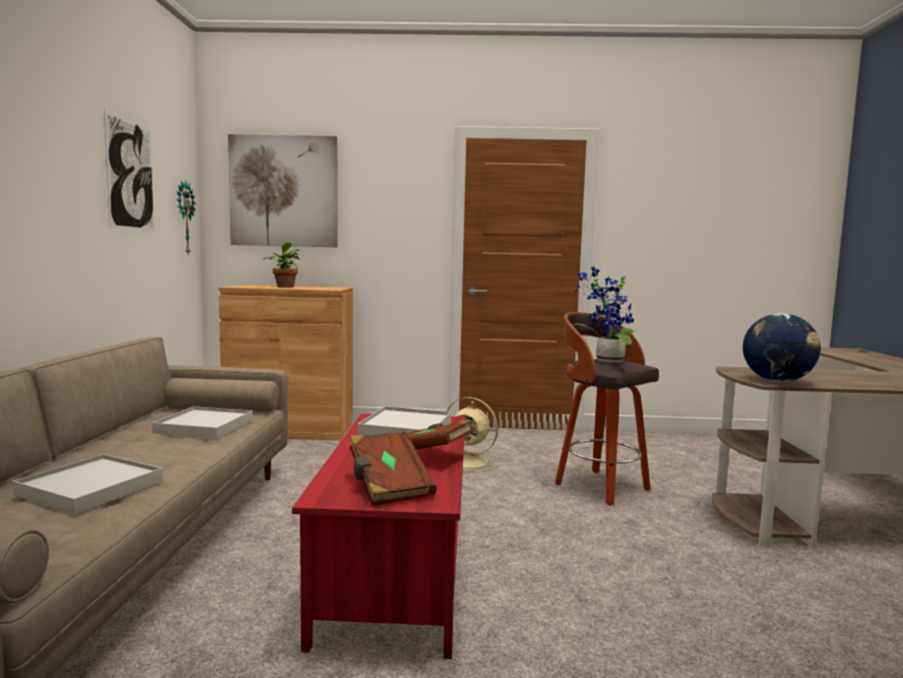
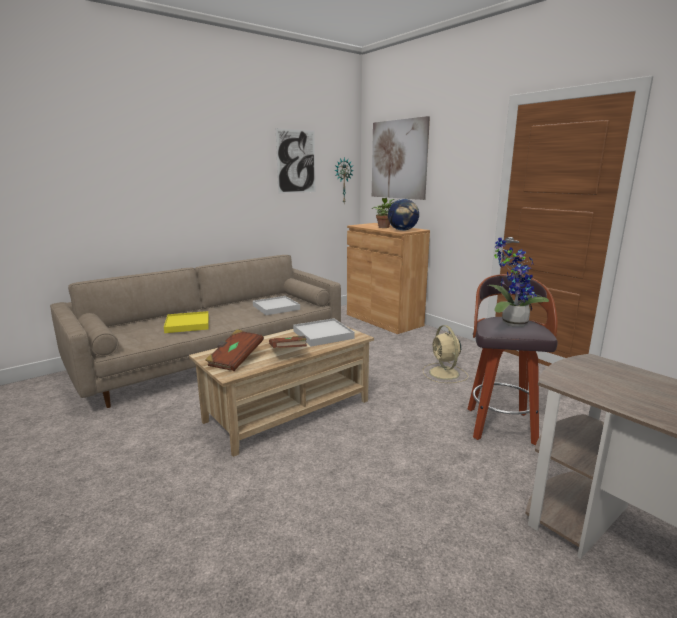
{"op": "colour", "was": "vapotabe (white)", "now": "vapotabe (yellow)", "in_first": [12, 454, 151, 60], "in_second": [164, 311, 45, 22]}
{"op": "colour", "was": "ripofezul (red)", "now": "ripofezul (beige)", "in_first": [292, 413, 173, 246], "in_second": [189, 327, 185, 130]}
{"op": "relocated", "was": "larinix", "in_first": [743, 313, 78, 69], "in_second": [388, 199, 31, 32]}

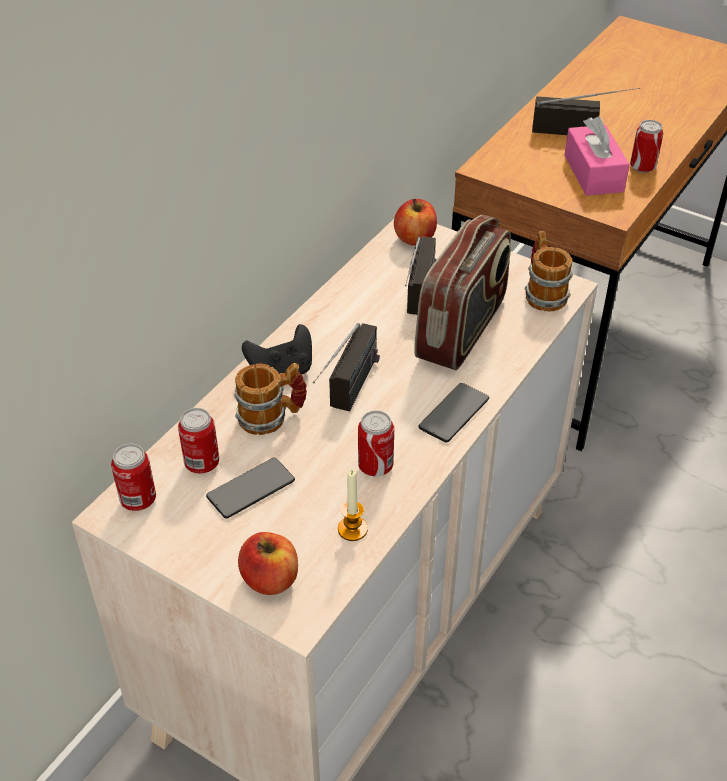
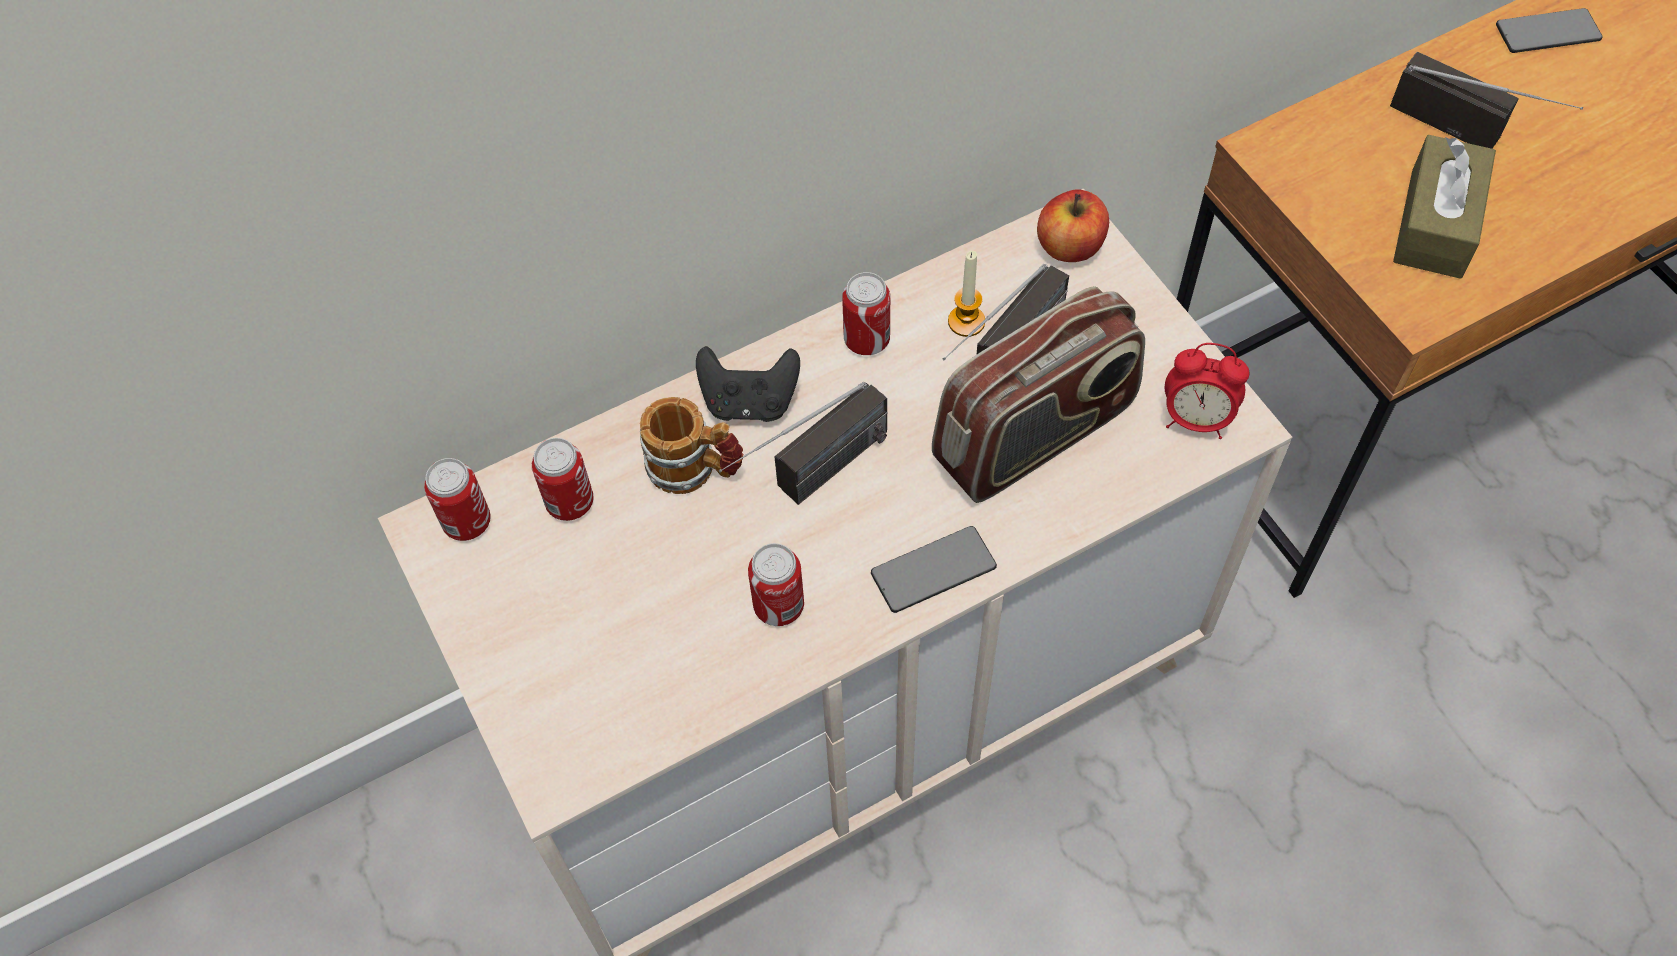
{"op": "relocated", "was": "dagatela", "in_first": [630, 120, 33, 53], "in_second": [842, 272, 48, 83]}
{"op": "relocated", "was": "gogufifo", "in_first": [338, 469, 30, 72], "in_second": [948, 251, 37, 86]}
{"op": "exchanged", "was": "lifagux", "now": "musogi", "in_first": [525, 231, 48, 81], "in_second": [1165, 343, 84, 96]}
{"op": "colour", "was": "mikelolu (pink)", "now": "mikelolu (brown)", "in_first": [564, 116, 66, 80], "in_second": [1393, 135, 103, 144]}
{"op": "relocated", "was": "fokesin", "in_first": [206, 458, 89, 61], "in_second": [1496, 8, 106, 45]}
{"op": "missing", "was": "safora", "in_first": [238, 532, 60, 63]}

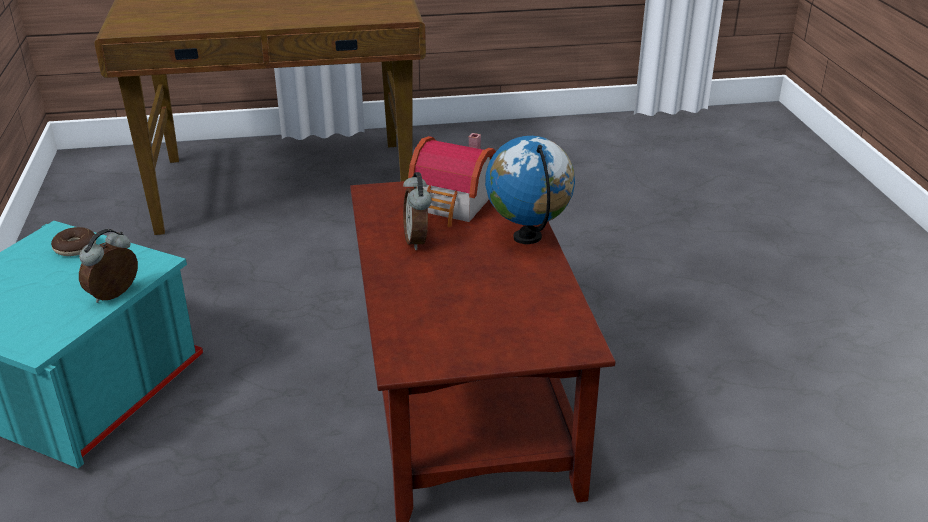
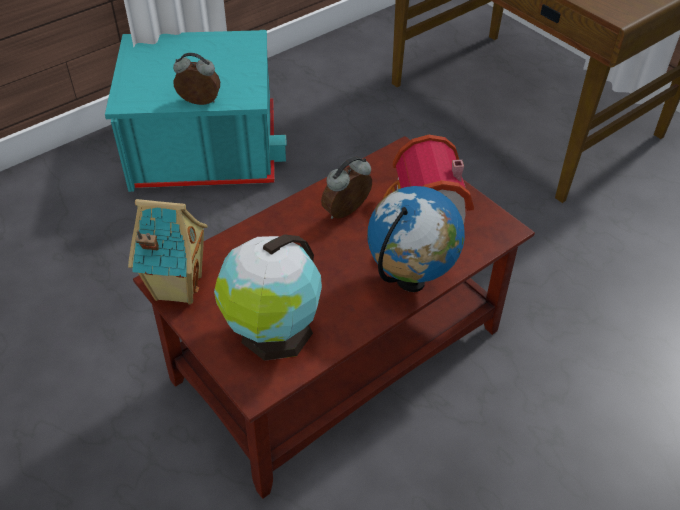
{"op": "appeared", "now": "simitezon", "in_second": [128, 199, 80, 105]}
{"op": "appeared", "now": "larinix", "in_second": [214, 234, 108, 127]}
{"op": "missing", "was": "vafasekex", "in_first": [51, 227, 45, 29]}

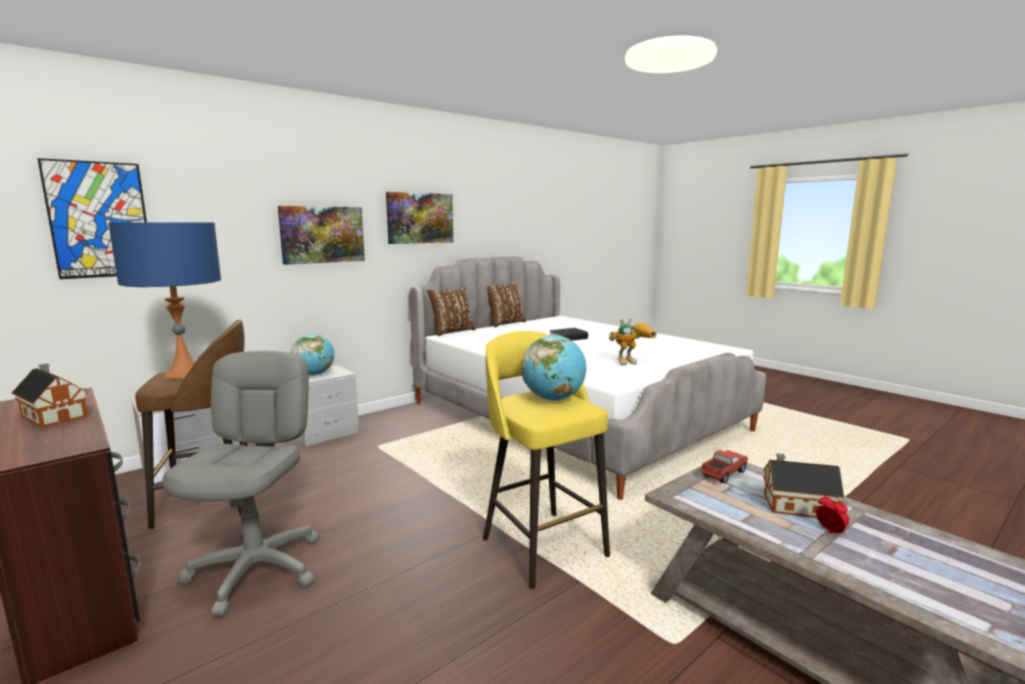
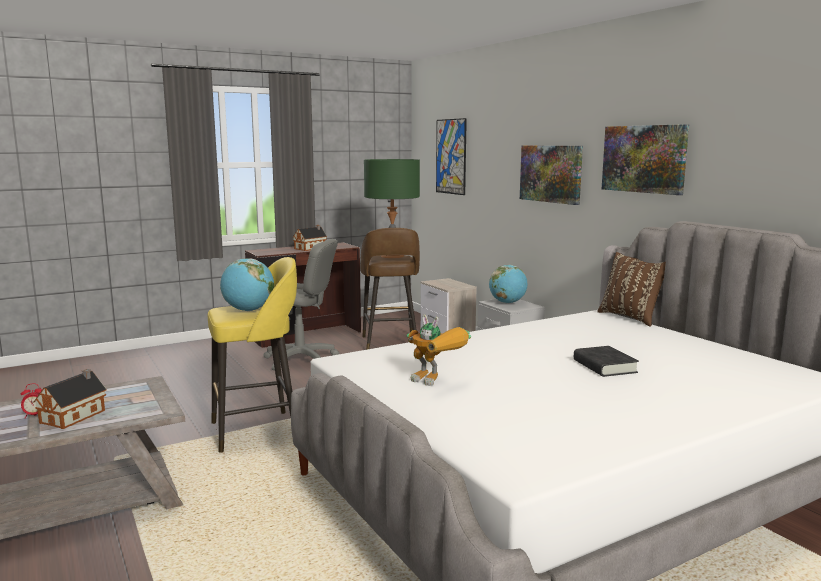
{"op": "colour", "was": "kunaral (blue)", "now": "kunaral (green)", "in_first": [108, 223, 113, 156], "in_second": [364, 159, 56, 99]}
{"op": "spun", "was": "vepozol", "in_first": [609, 318, 48, 48], "in_second": [407, 315, 64, 71], "clockwise": -45}
{"op": "missing", "was": "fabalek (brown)", "in_first": [487, 283, 39, 44]}
{"op": "missing", "was": "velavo", "in_first": [702, 450, 46, 33]}

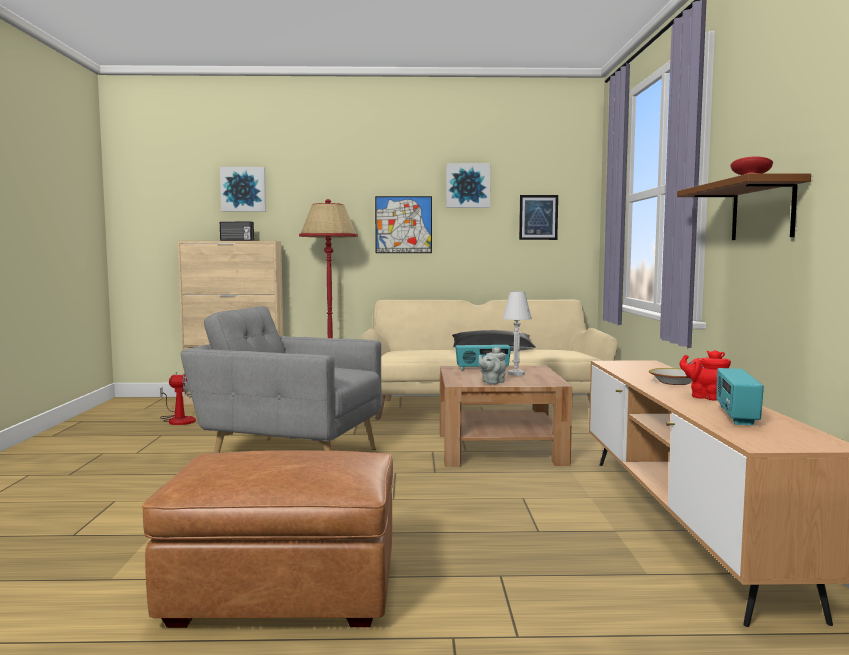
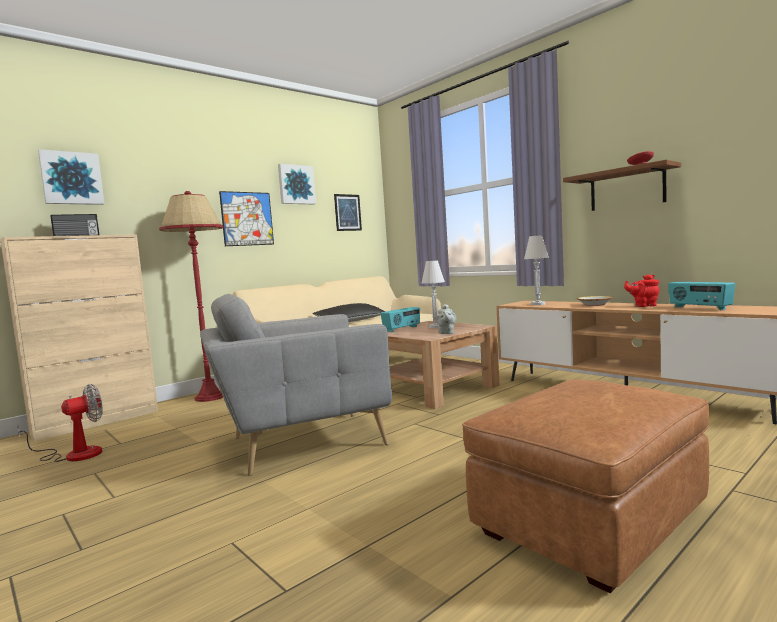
{"op": "appeared", "now": "kunaral (white)", "in_second": [524, 235, 25, 70]}

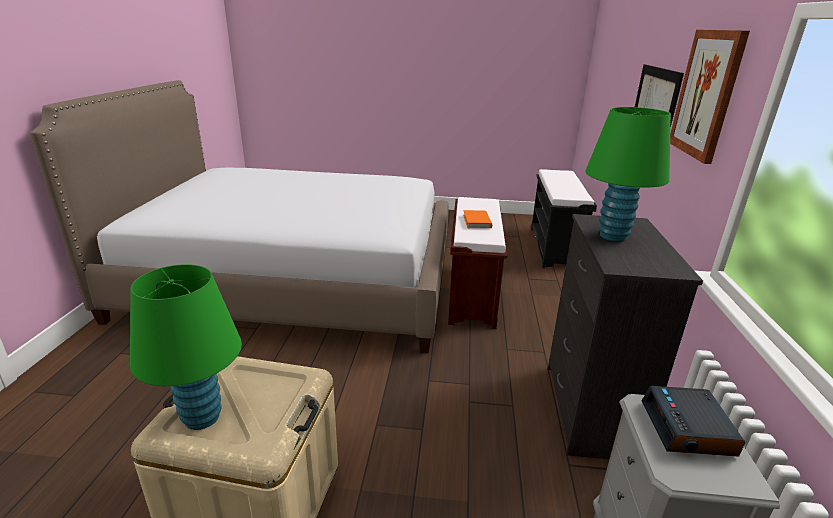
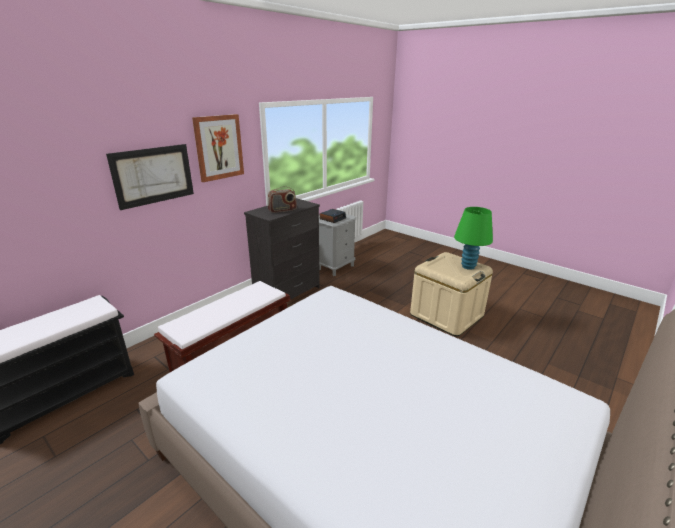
{"op": "exchanged", "was": "kunaral (green)", "now": "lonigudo", "in_first": [586, 107, 85, 135], "in_second": [267, 186, 30, 27]}
{"op": "missing", "was": "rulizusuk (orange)", "in_first": [463, 210, 29, 18]}

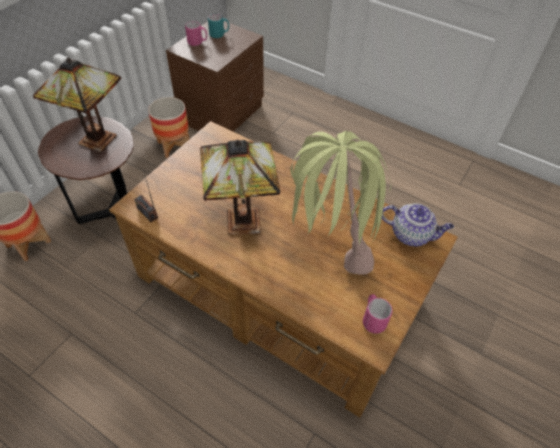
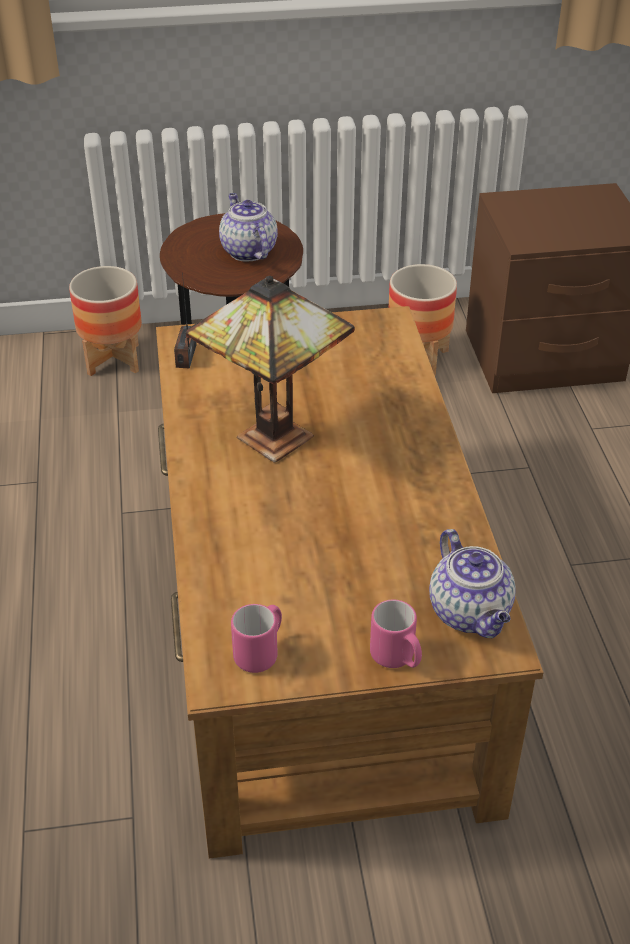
{"op": "exchanged", "was": "kunaral", "now": "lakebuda", "in_first": [33, 58, 88, 94], "in_second": [219, 193, 59, 68]}
{"op": "relocated", "was": "lifagux (pink)", "in_first": [185, 21, 22, 25], "in_second": [370, 600, 52, 68]}
{"op": "missing", "was": "lifagux (turquoise)", "in_first": [208, 14, 21, 24]}
{"op": "missing", "was": "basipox", "in_first": [290, 131, 101, 144]}

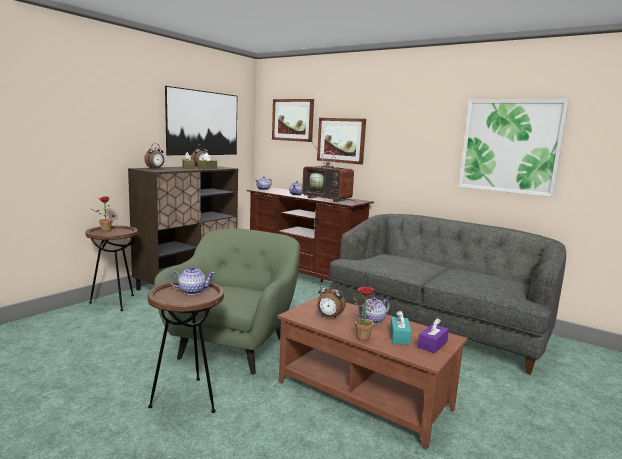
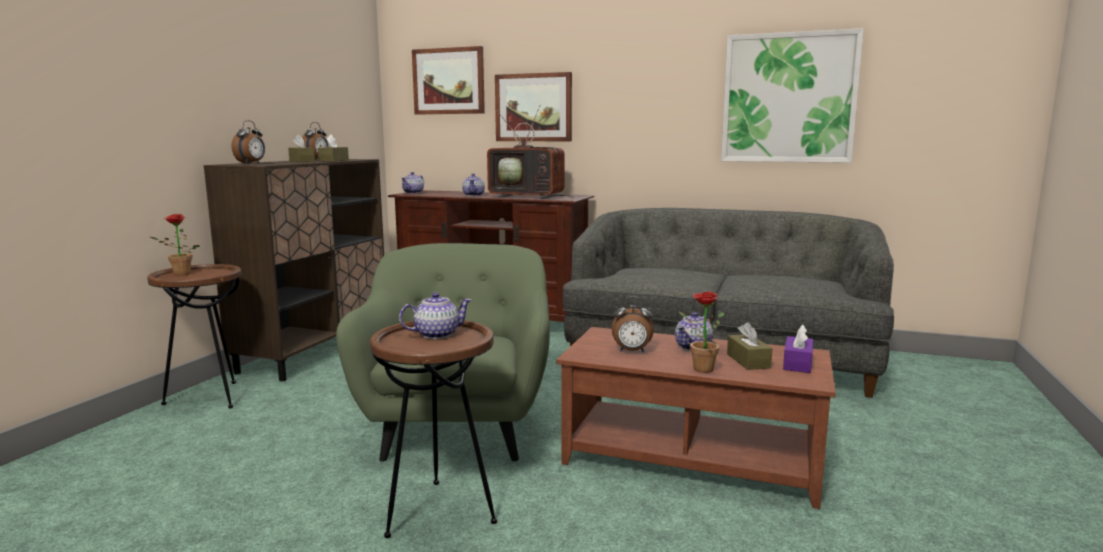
{"op": "colour", "was": "mikelolu (turquoise)", "now": "mikelolu (brown)", "in_first": [390, 310, 22, 35], "in_second": [727, 322, 45, 48]}
{"op": "missing", "was": "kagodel", "in_first": [165, 86, 72, 69]}

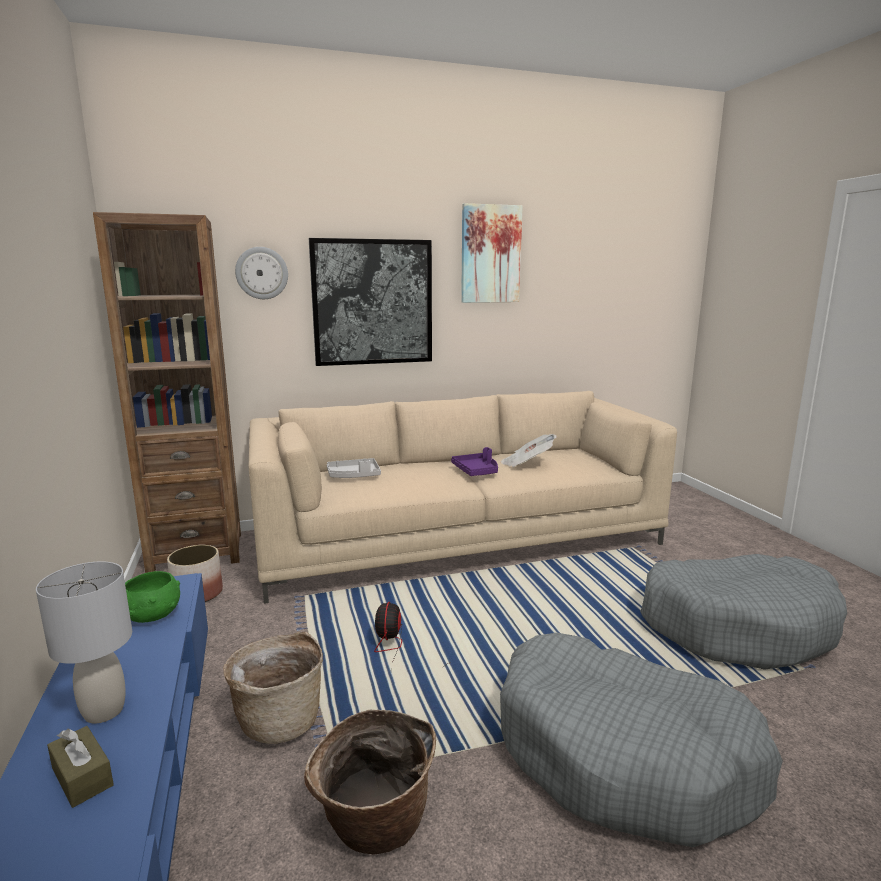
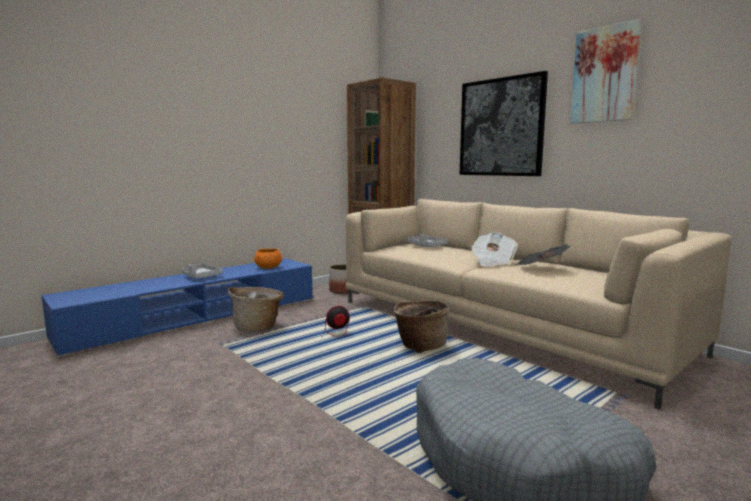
{"op": "exchanged", "was": "kunaral (grey)", "now": "vapotabe (grey)", "in_first": [36, 561, 96, 163], "in_second": [183, 264, 39, 14]}
{"op": "colour", "was": "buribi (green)", "now": "buribi (orange)", "in_first": [125, 571, 55, 52], "in_second": [254, 249, 28, 20]}
{"op": "relocated", "was": "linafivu", "in_first": [304, 709, 132, 146], "in_second": [393, 300, 57, 53]}
{"op": "exchanged", "was": "vapotabe (purple)", "now": "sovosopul", "in_first": [451, 447, 47, 29], "in_second": [471, 232, 47, 35]}
{"op": "missing", "was": "mikelolu (brown)", "in_first": [47, 726, 67, 82]}
{"op": "missing", "was": "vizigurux", "in_first": [235, 247, 53, 52]}
{"op": "missing", "was": "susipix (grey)", "in_first": [500, 633, 283, 214]}

